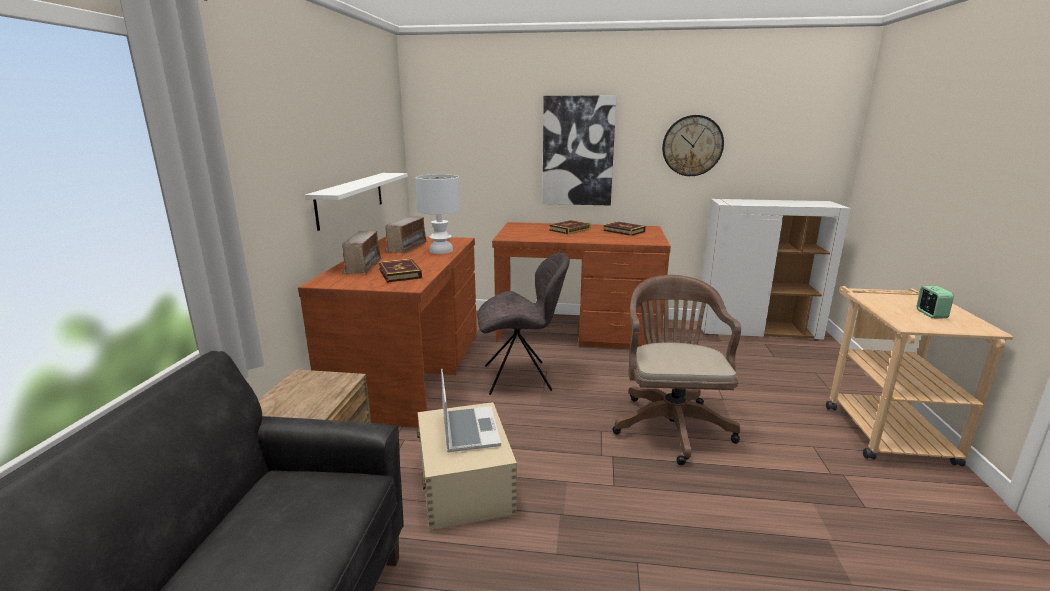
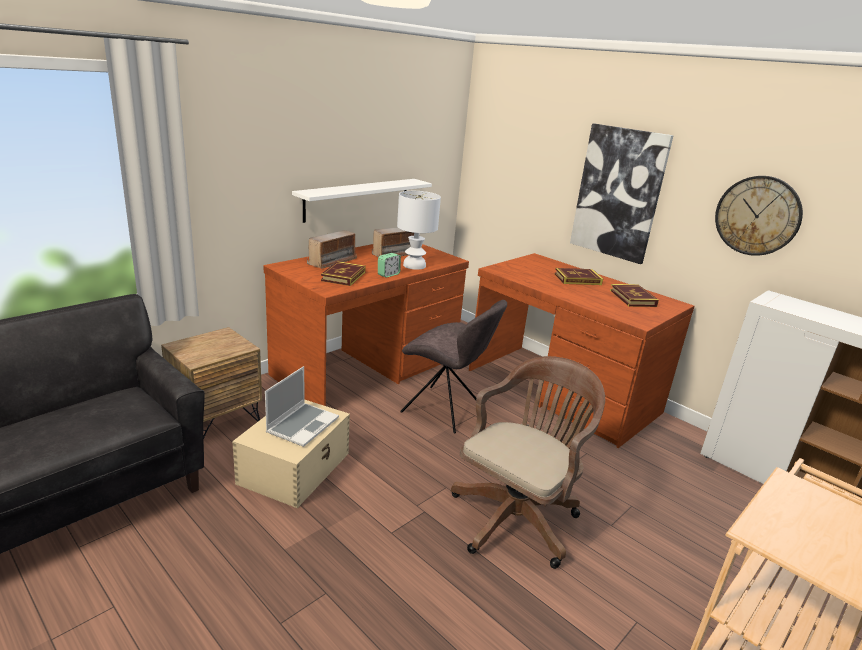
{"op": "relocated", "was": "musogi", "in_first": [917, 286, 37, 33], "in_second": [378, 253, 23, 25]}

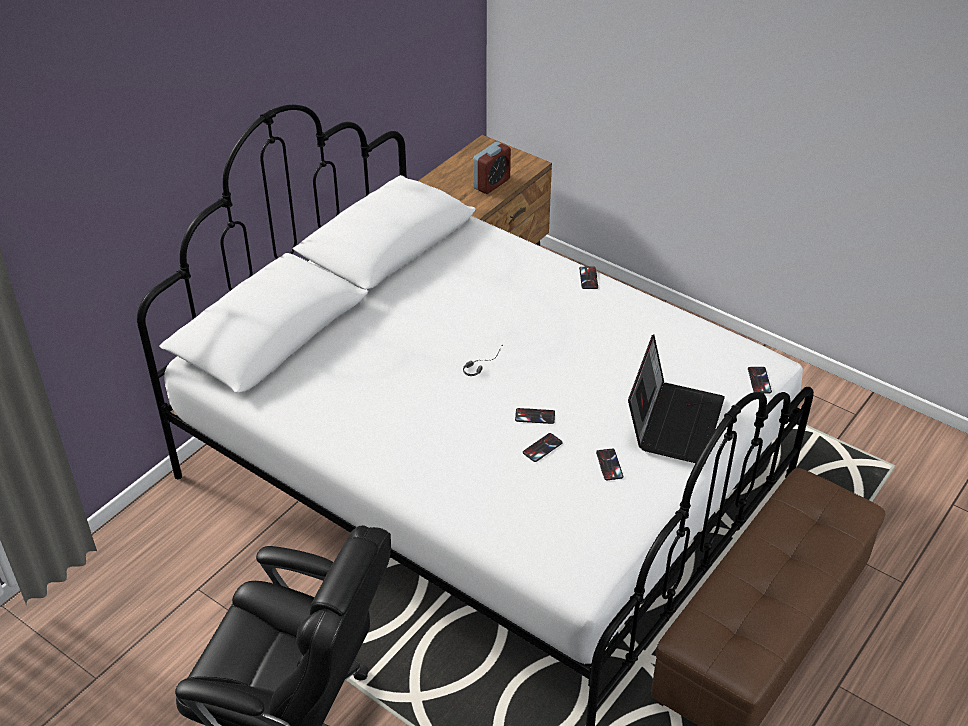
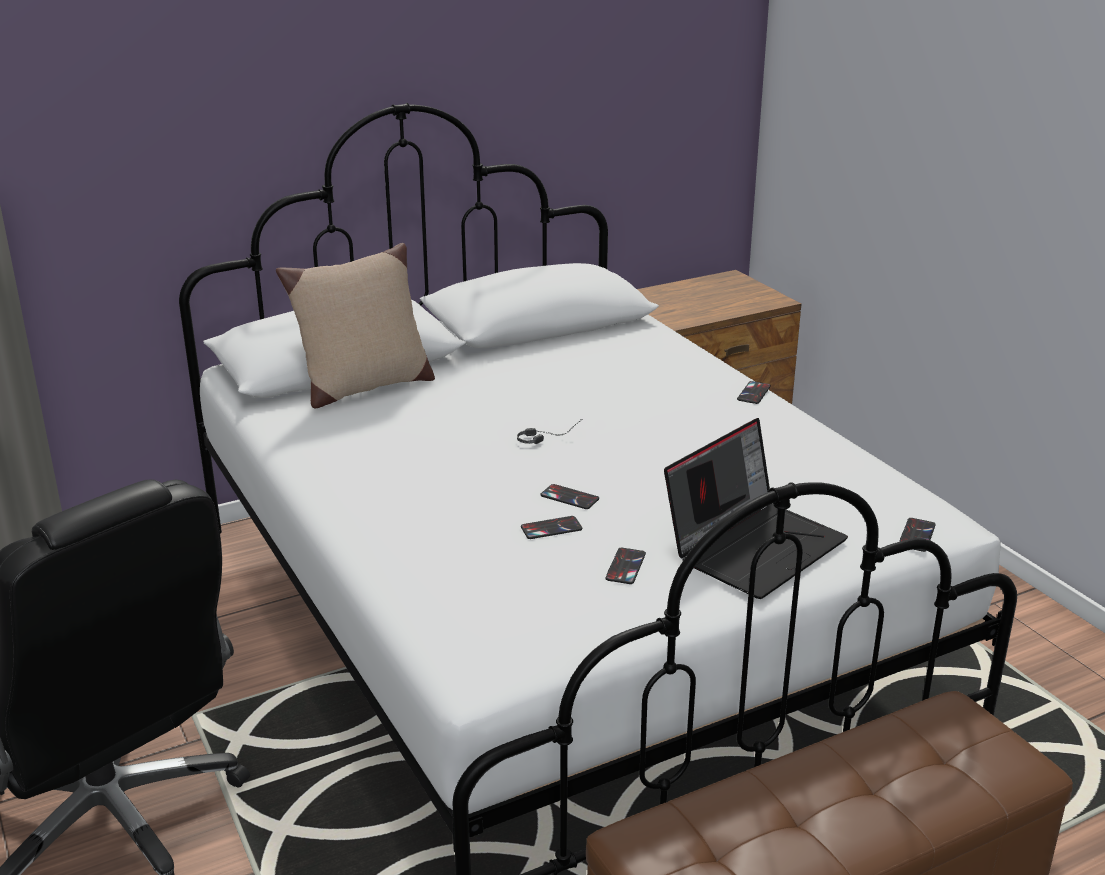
{"op": "appeared", "now": "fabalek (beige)", "in_second": [276, 243, 159, 165]}
{"op": "missing", "was": "musogi", "in_first": [473, 142, 38, 52]}

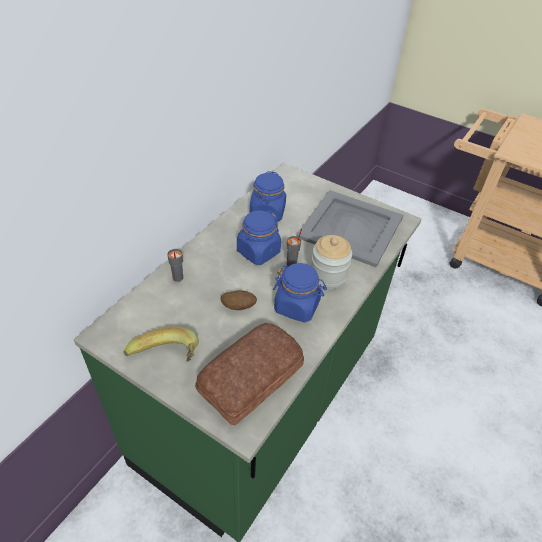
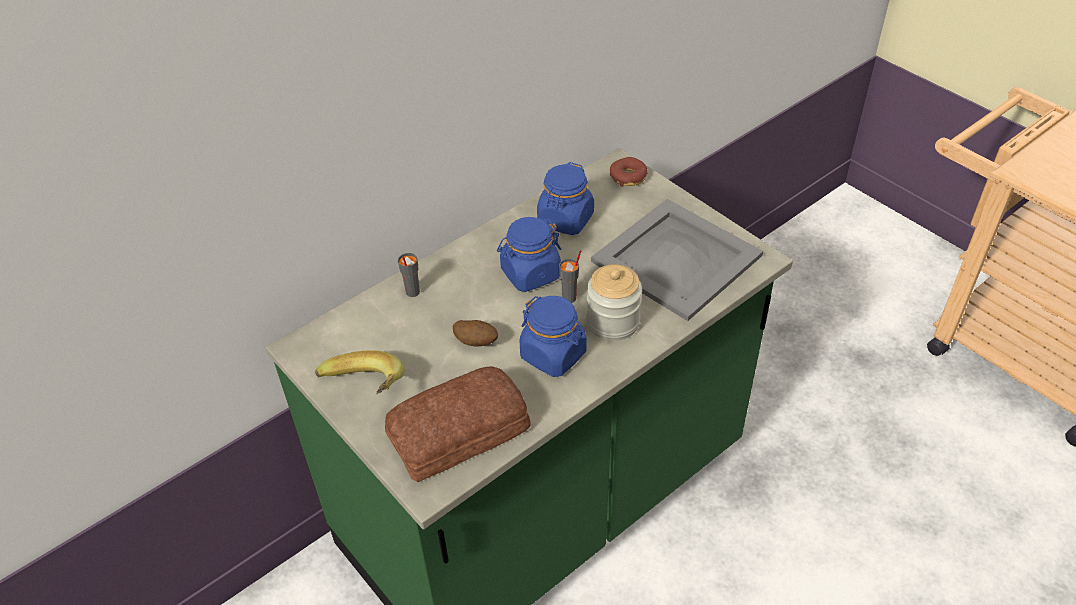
{"op": "appeared", "now": "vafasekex", "in_second": [610, 157, 38, 30]}

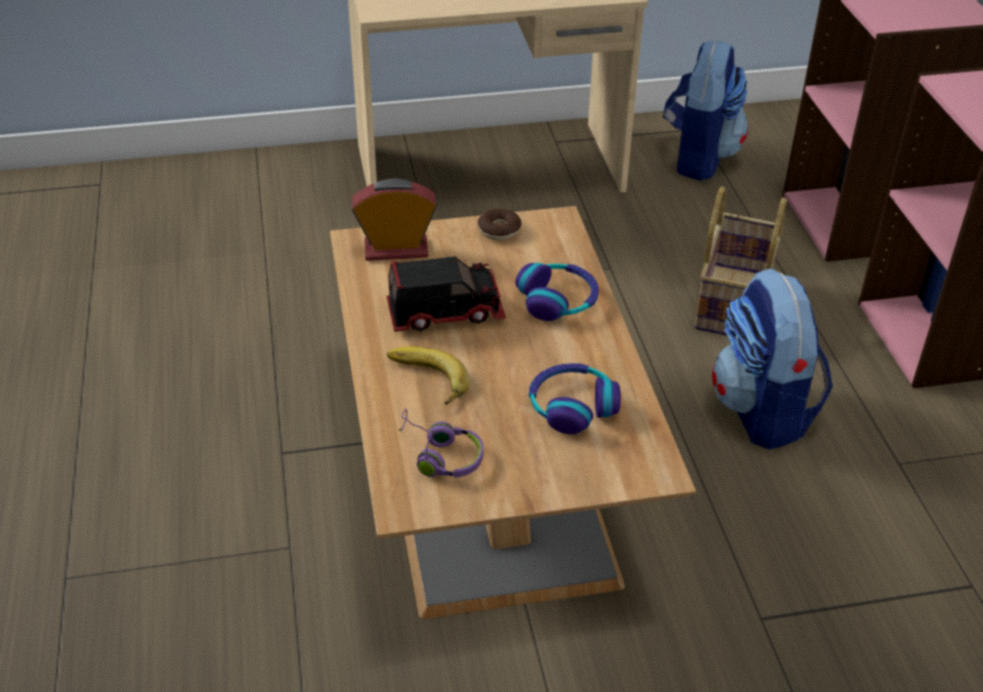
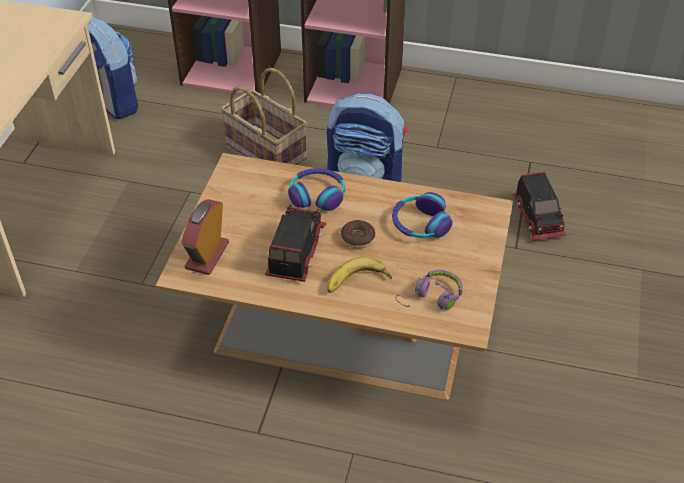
{"op": "relocated", "was": "vafasekex", "in_first": [478, 208, 44, 33], "in_second": [341, 220, 34, 28]}
{"op": "appeared", "now": "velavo", "in_second": [513, 172, 54, 68]}

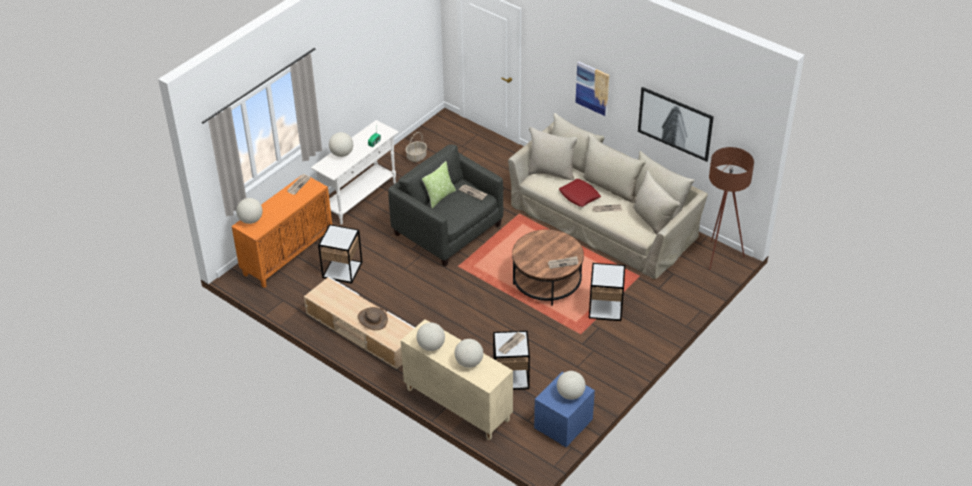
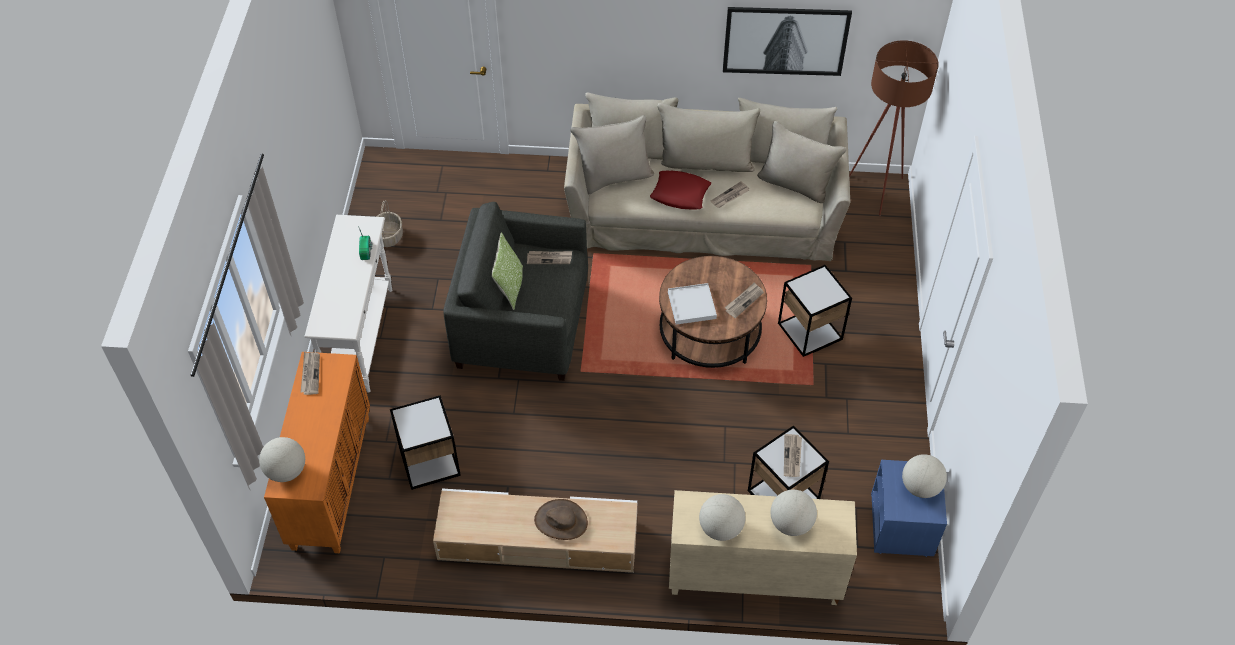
{"op": "appeared", "now": "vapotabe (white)", "in_second": [668, 283, 49, 42]}
{"op": "missing", "was": "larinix", "in_first": [329, 132, 24, 25]}
{"op": "missing", "was": "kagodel", "in_first": [576, 61, 33, 55]}

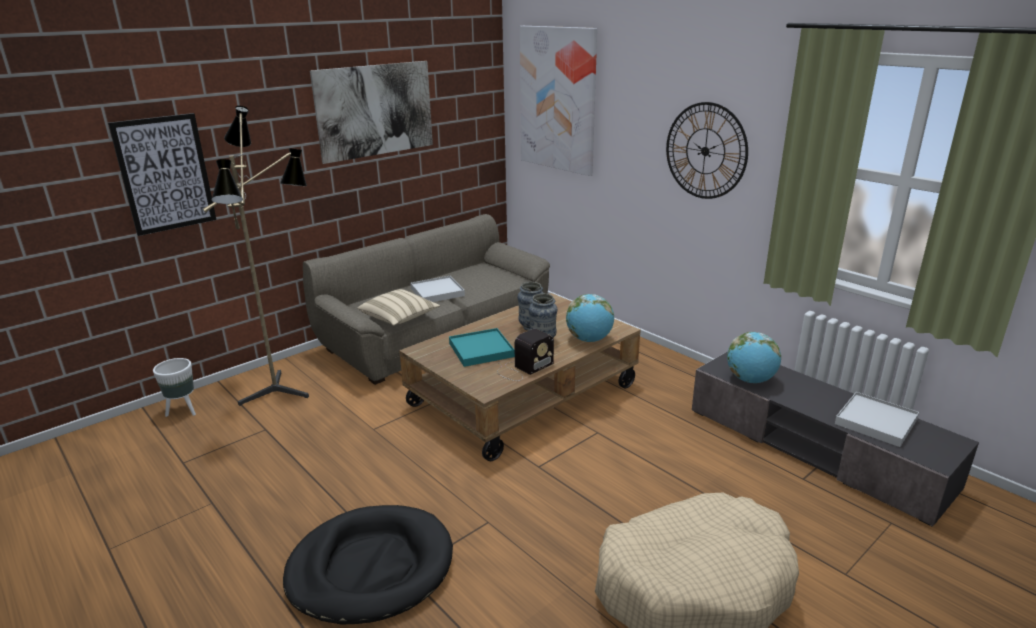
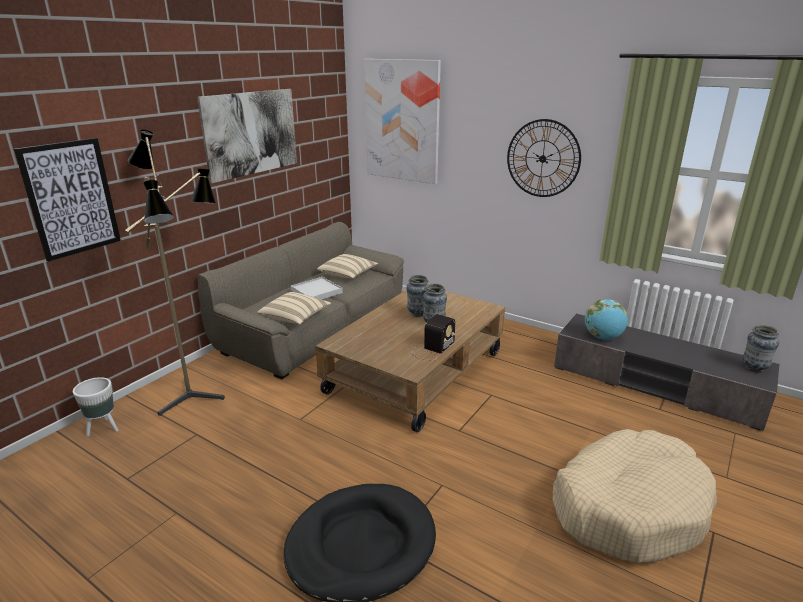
{"op": "appeared", "now": "fabalek (beige)", "in_second": [317, 254, 61, 25]}
{"op": "appeared", "now": "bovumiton", "in_second": [743, 325, 36, 48]}
{"op": "missing", "was": "vapotabe (turquoise)", "in_first": [449, 328, 66, 39]}
{"op": "missing", "was": "larinix", "in_first": [566, 294, 48, 48]}
{"op": "missing", "was": "vapotabe (white)", "in_first": [835, 392, 84, 55]}

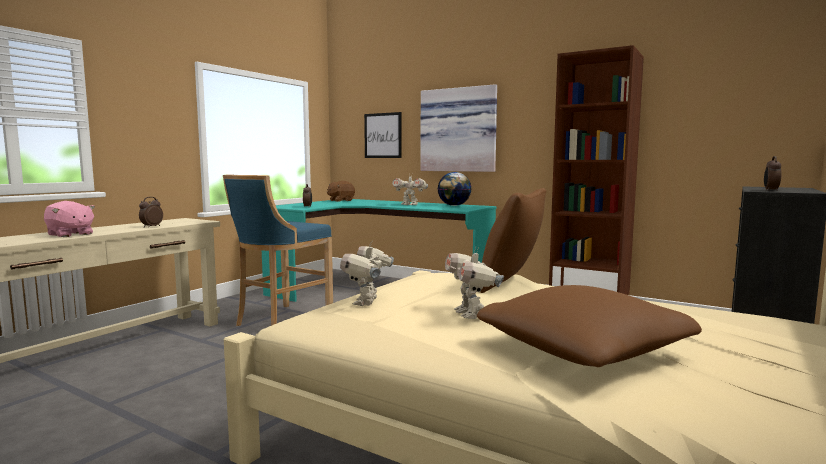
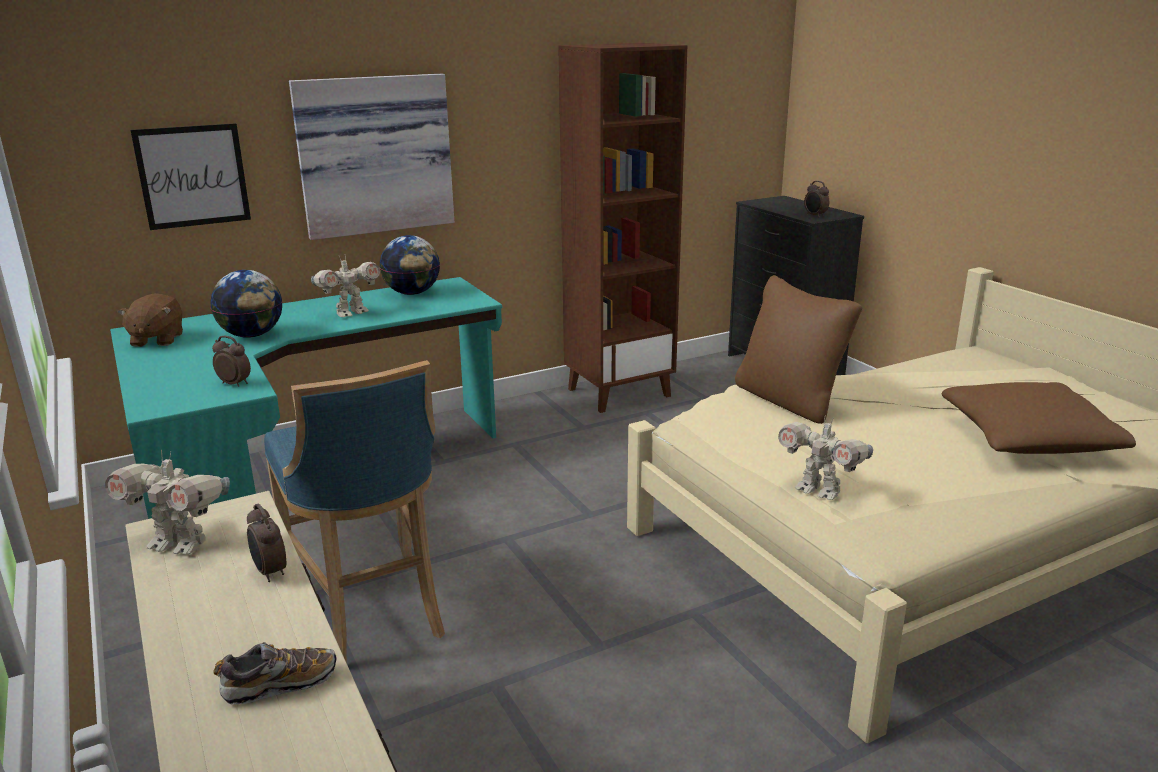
{"op": "relocated", "was": "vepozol", "in_first": [445, 247, 59, 72], "in_second": [105, 450, 125, 105]}
{"op": "appeared", "now": "larinix", "in_second": [210, 270, 72, 68]}
{"op": "exchanged", "was": "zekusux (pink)", "now": "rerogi", "in_first": [44, 201, 51, 36], "in_second": [213, 642, 123, 63]}

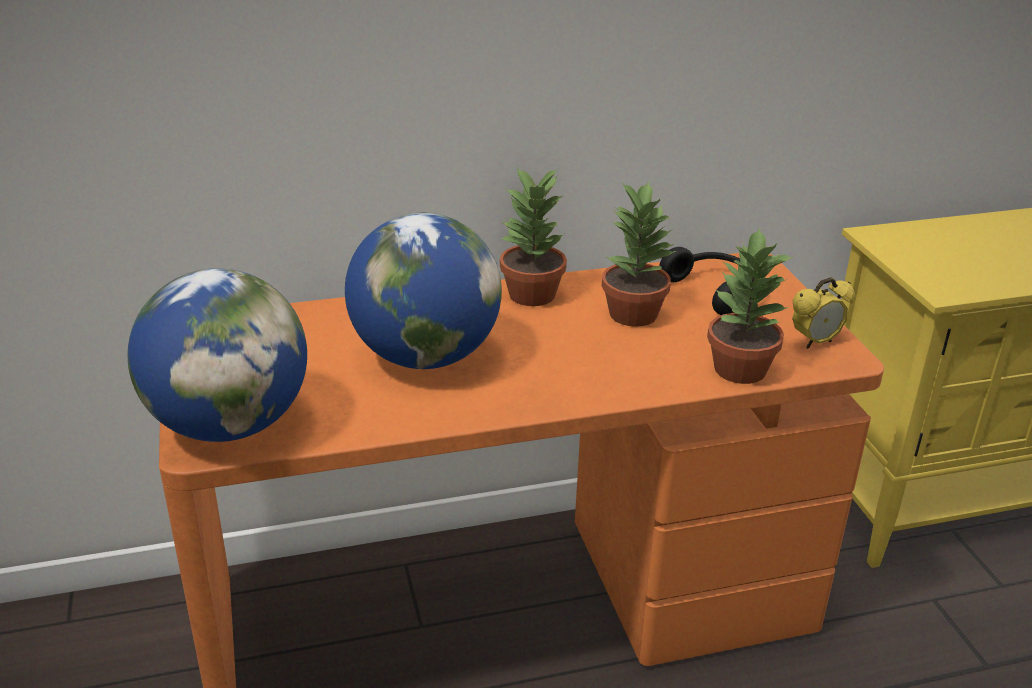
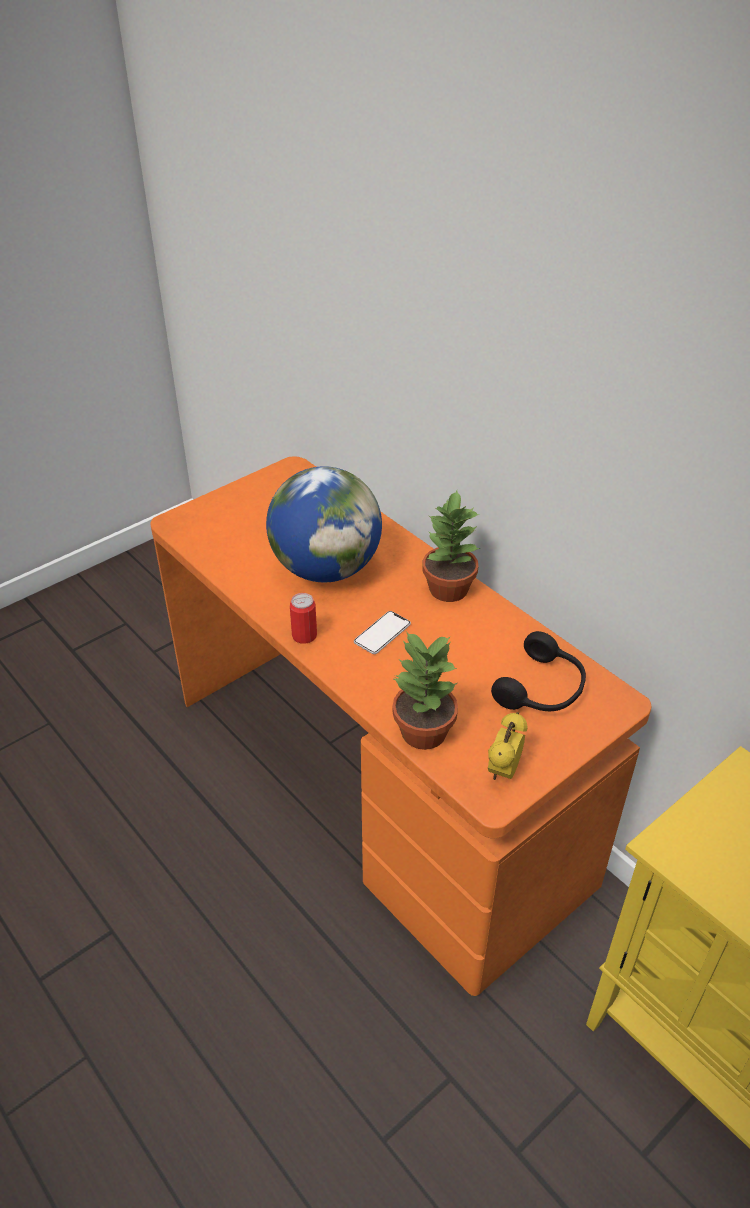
{"op": "appeared", "now": "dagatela", "in_second": [290, 593, 27, 51]}
{"op": "appeared", "now": "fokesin", "in_second": [354, 611, 57, 43]}
{"op": "spun", "was": "musogi", "in_first": [792, 277, 63, 72], "in_second": [488, 712, 39, 68], "clockwise": 75}
{"op": "missing", "was": "larinix", "in_first": [128, 268, 179, 174]}
{"op": "missing", "was": "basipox", "in_first": [602, 181, 74, 146]}

